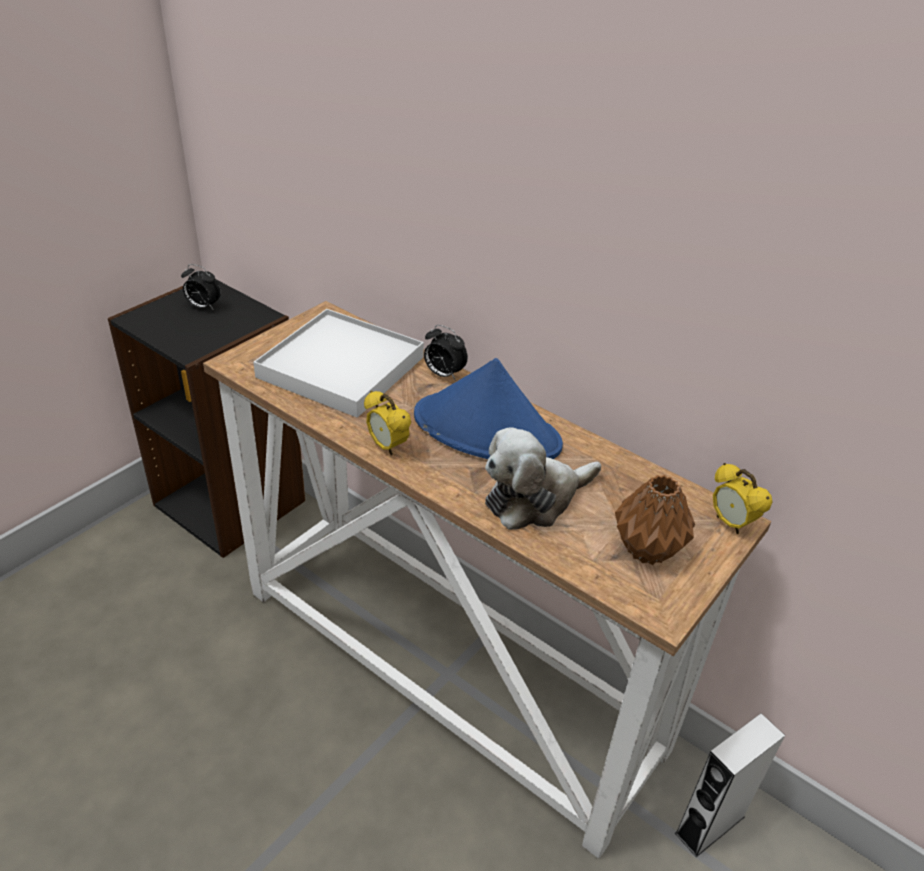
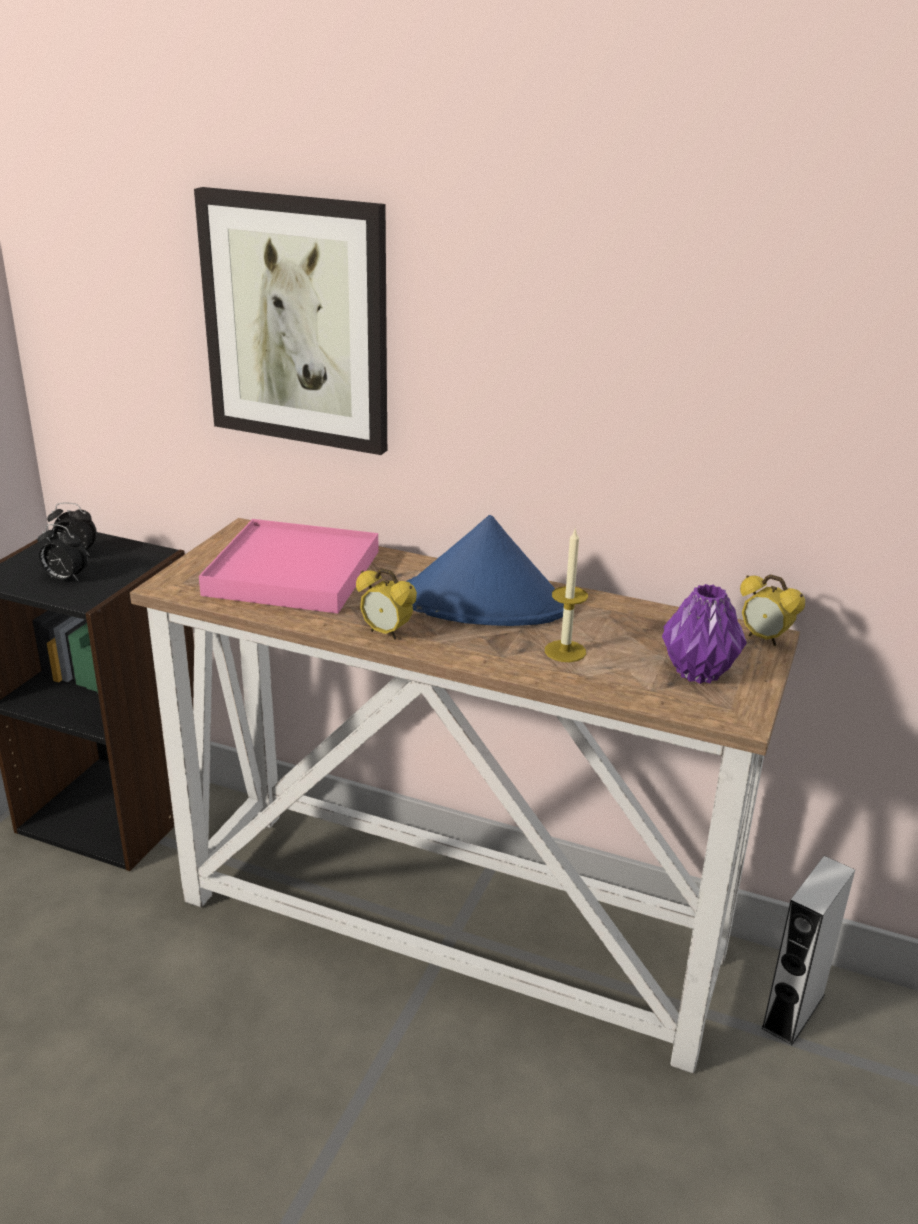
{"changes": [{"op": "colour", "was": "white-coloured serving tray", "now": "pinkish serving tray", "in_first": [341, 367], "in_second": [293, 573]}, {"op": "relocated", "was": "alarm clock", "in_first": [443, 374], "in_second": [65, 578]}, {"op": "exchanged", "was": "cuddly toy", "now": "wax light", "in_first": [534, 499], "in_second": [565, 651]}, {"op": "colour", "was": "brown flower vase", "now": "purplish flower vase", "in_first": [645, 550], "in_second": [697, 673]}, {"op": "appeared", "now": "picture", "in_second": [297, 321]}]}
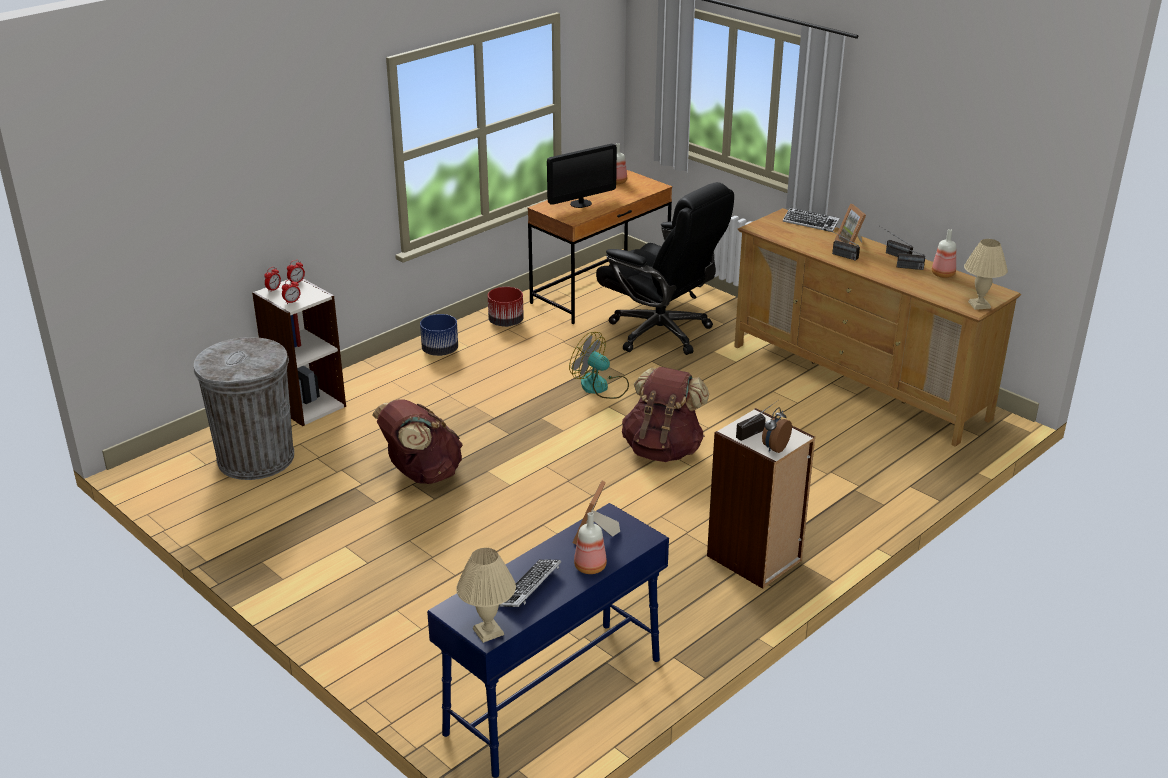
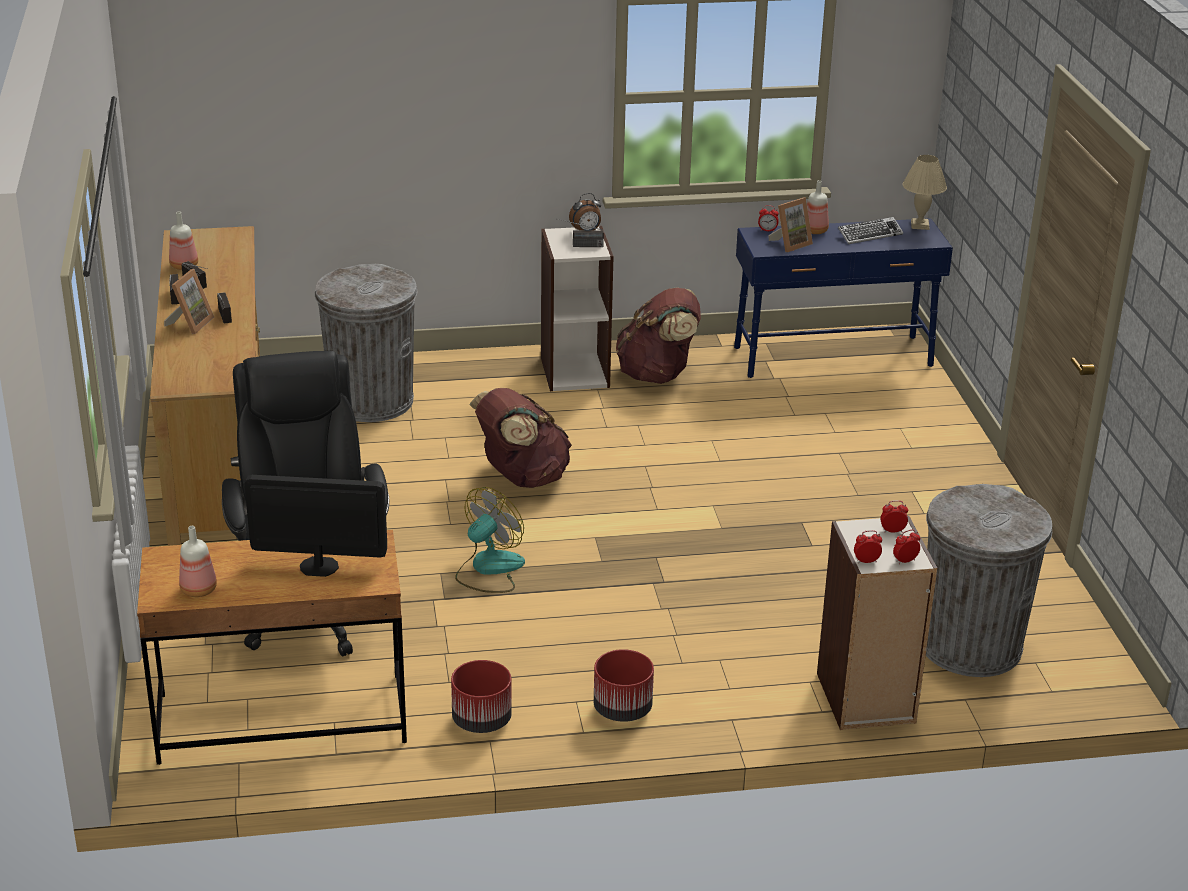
{"changes": [{"op": "missing", "was": "computer keyboard", "in_first": [810, 223]}, {"op": "missing", "was": "beige table lamp", "in_first": [979, 305]}, {"op": "colour", "was": "blue-coloured plant pot", "now": "red-coloured plant pot", "in_first": [440, 351], "in_second": [622, 710]}, {"op": "spun", "was": "fan", "in_first": [600, 387], "in_second": [489, 569], "clockwise": -120}, {"op": "relocated", "was": "brown knapsack", "in_first": [421, 474], "in_second": [658, 375]}, {"op": "appeared", "now": "alarm clock", "in_second": [767, 230]}, {"op": "appeared", "now": "greyish rubbish bin", "in_second": [371, 401]}]}
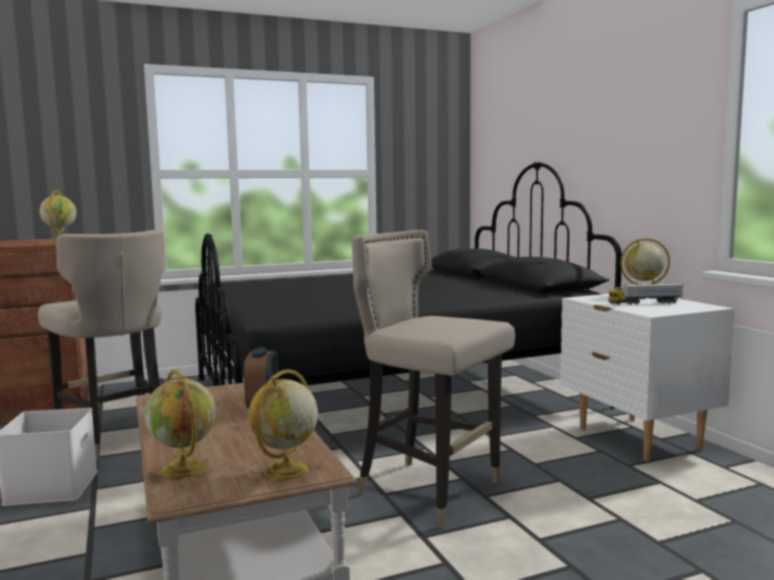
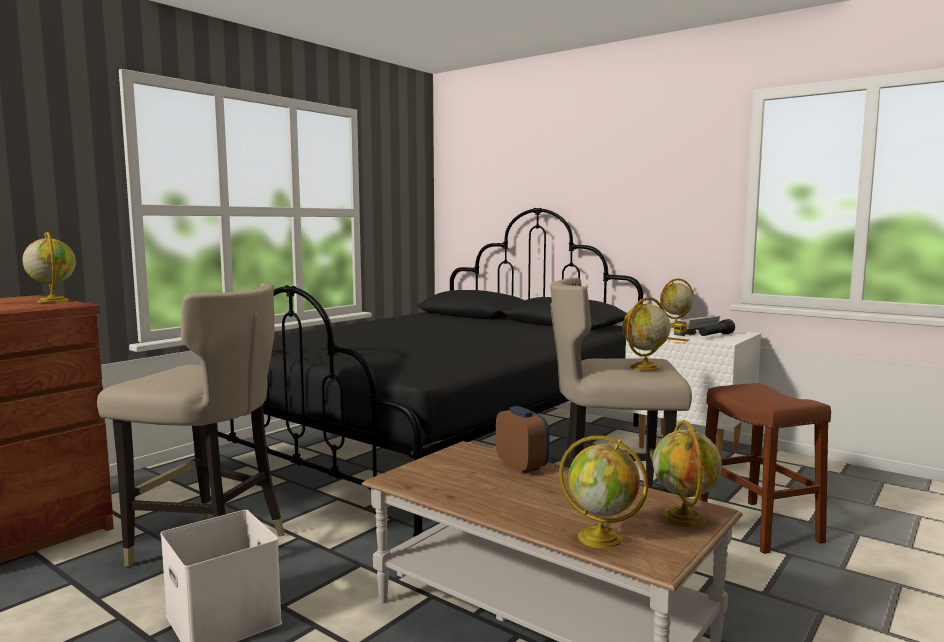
{"changes": [{"op": "appeared", "now": "globe", "in_second": [645, 367]}, {"op": "appeared", "now": "blackish torch", "in_second": [715, 336]}, {"op": "appeared", "now": "brown stool seat", "in_second": [758, 526]}]}
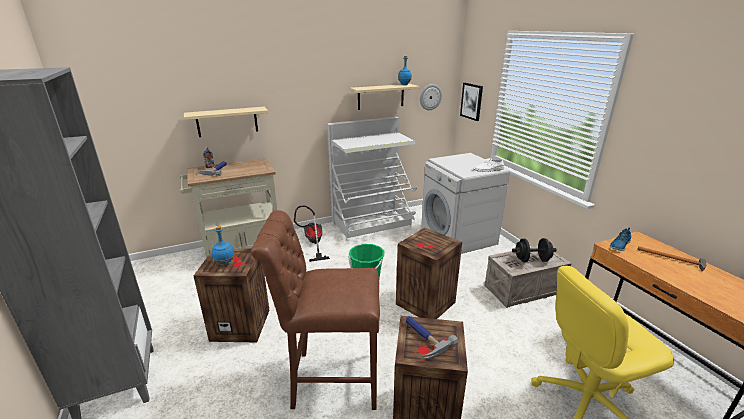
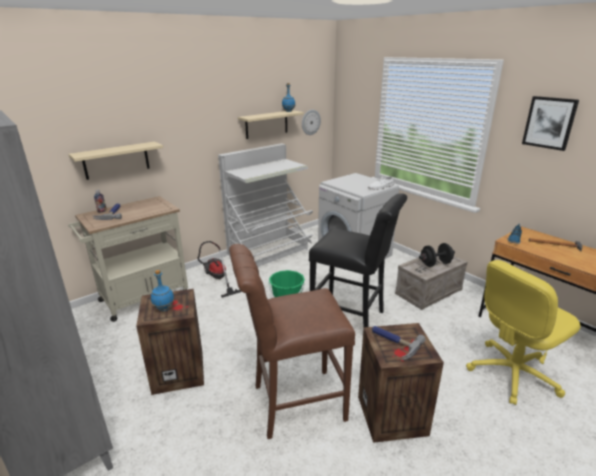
{"changes": [{"op": "relocated", "was": "picture", "in_first": [471, 101], "in_second": [549, 122]}, {"op": "exchanged", "was": "shipping crate", "now": "blackish stool seat", "in_first": [425, 304], "in_second": [351, 319]}]}
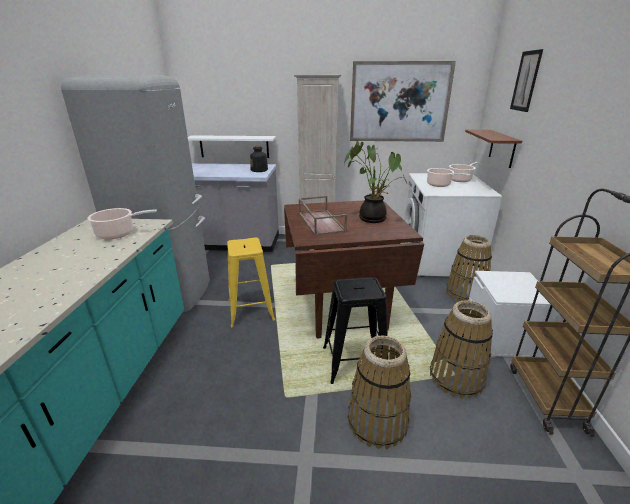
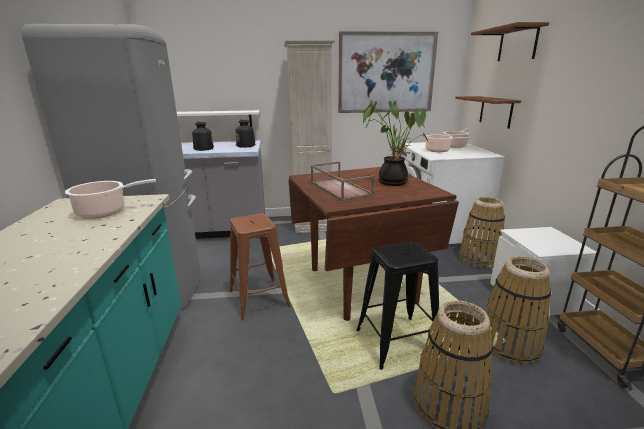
{"changes": [{"op": "exchanged", "was": "picture", "now": "brown wall shelf", "in_first": [526, 81], "in_second": [517, 44]}, {"op": "colour", "was": "yellow stool seat", "now": "brown stool seat", "in_first": [250, 310], "in_second": [258, 298]}, {"op": "appeared", "now": "bottle", "in_second": [203, 148]}]}
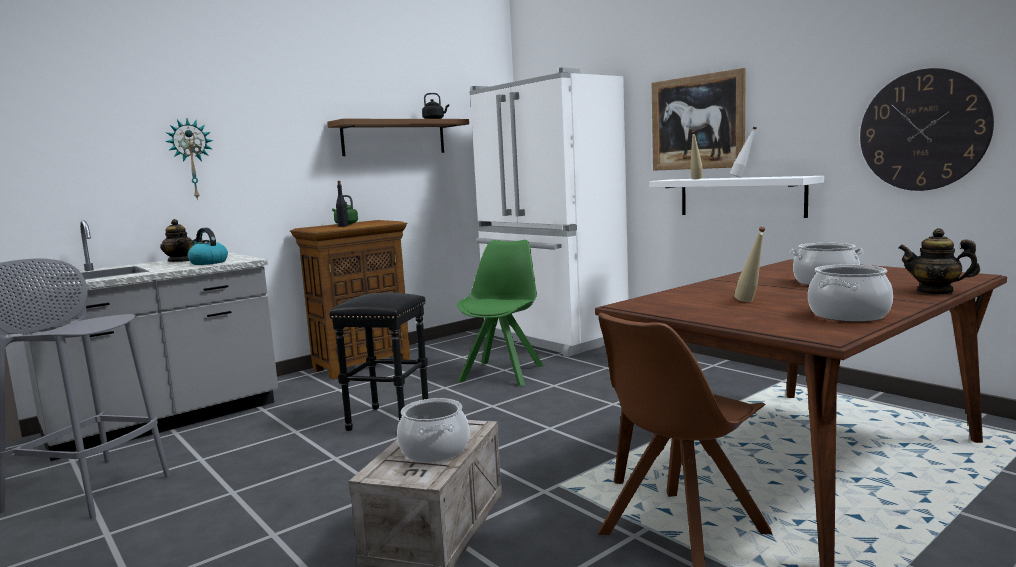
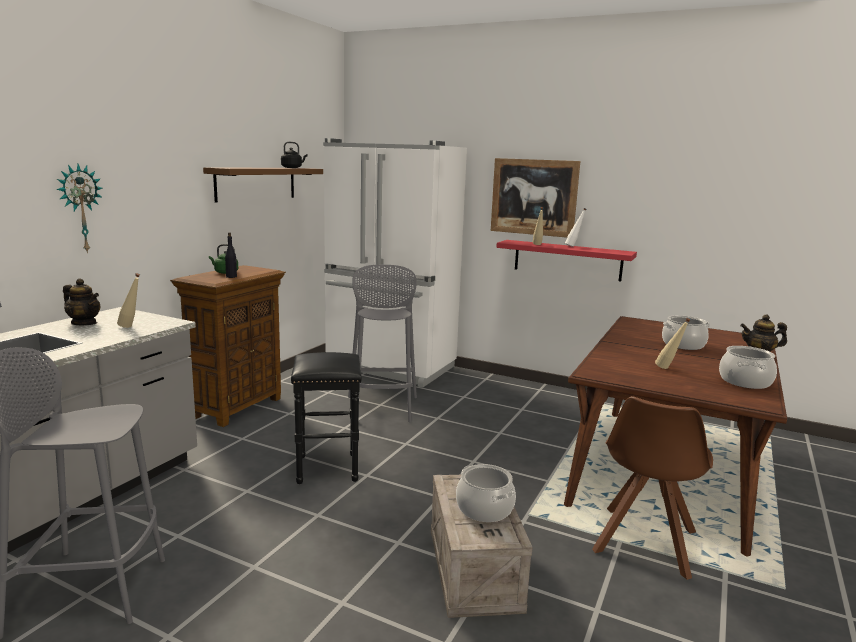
{"changes": [{"op": "missing", "was": "hanging clock", "in_first": [923, 130]}, {"op": "colour", "was": "white-coloured wall shelf", "now": "red-coloured wall shelf", "in_first": [740, 197], "in_second": [567, 260]}, {"op": "exchanged", "was": "water kettle", "now": "beige bottle", "in_first": [208, 262], "in_second": [131, 327]}, {"op": "exchanged", "was": "greenish chair", "now": "greyish stool seat", "in_first": [503, 373], "in_second": [382, 408]}]}
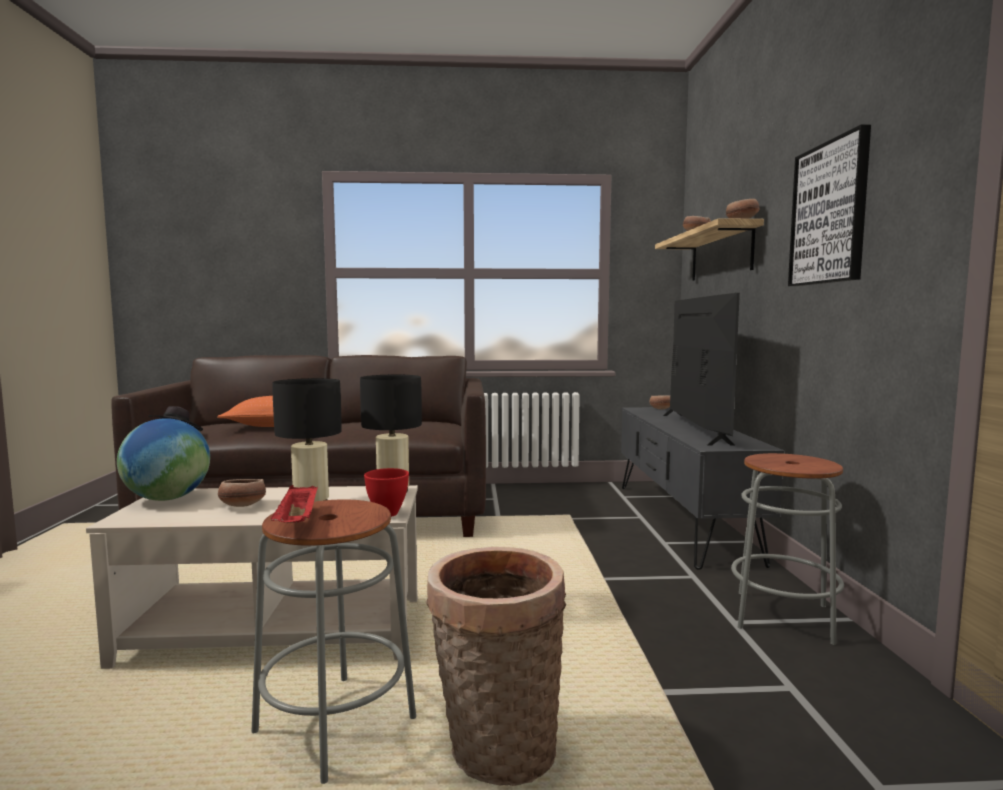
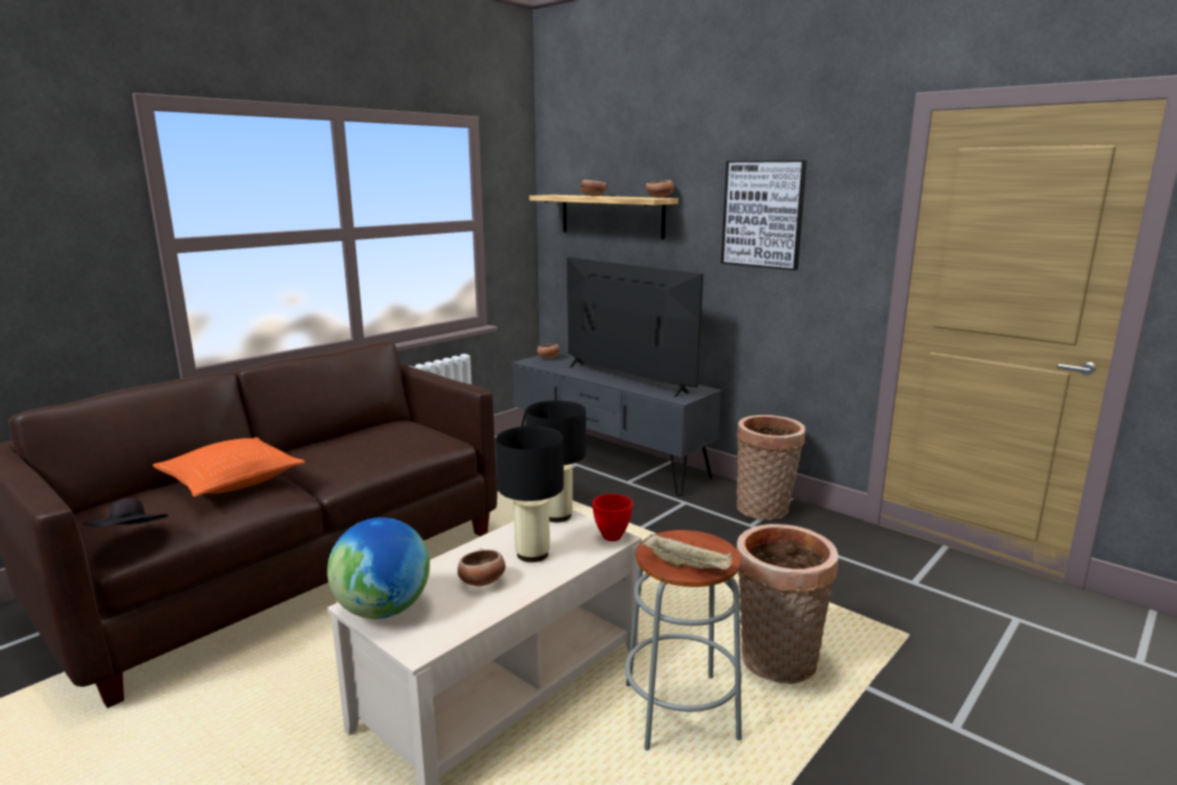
{"changes": [{"op": "exchanged", "was": "greyish stool seat", "now": "basket", "in_first": [783, 616], "in_second": [765, 510]}, {"op": "colour", "was": "red-coloured serving tray", "now": "beige serving tray", "in_first": [298, 522], "in_second": [687, 566]}]}
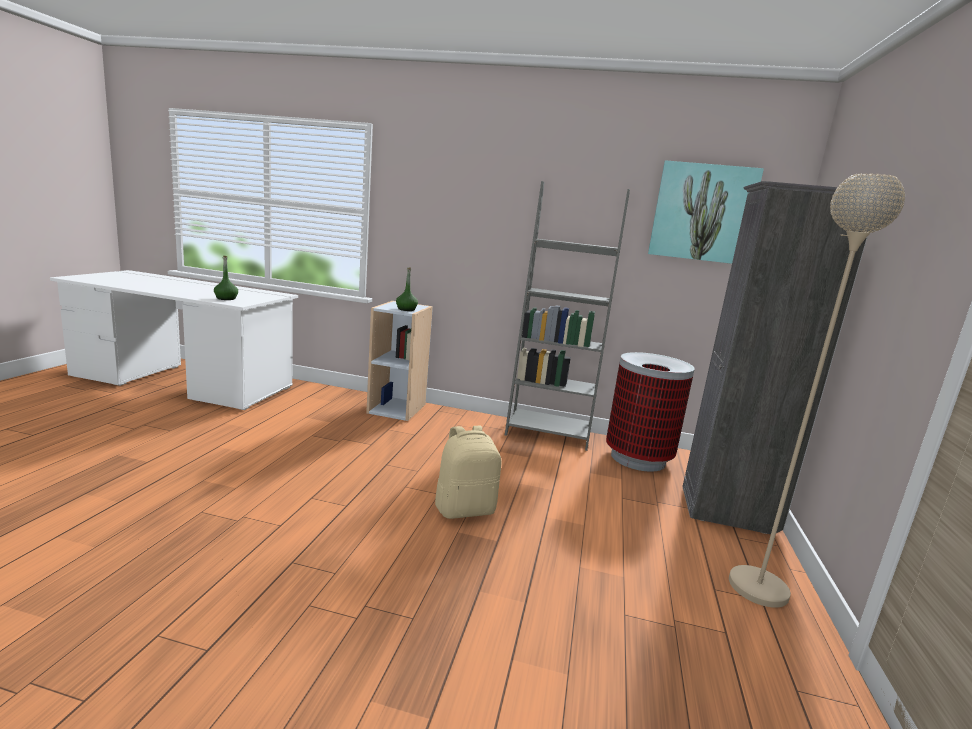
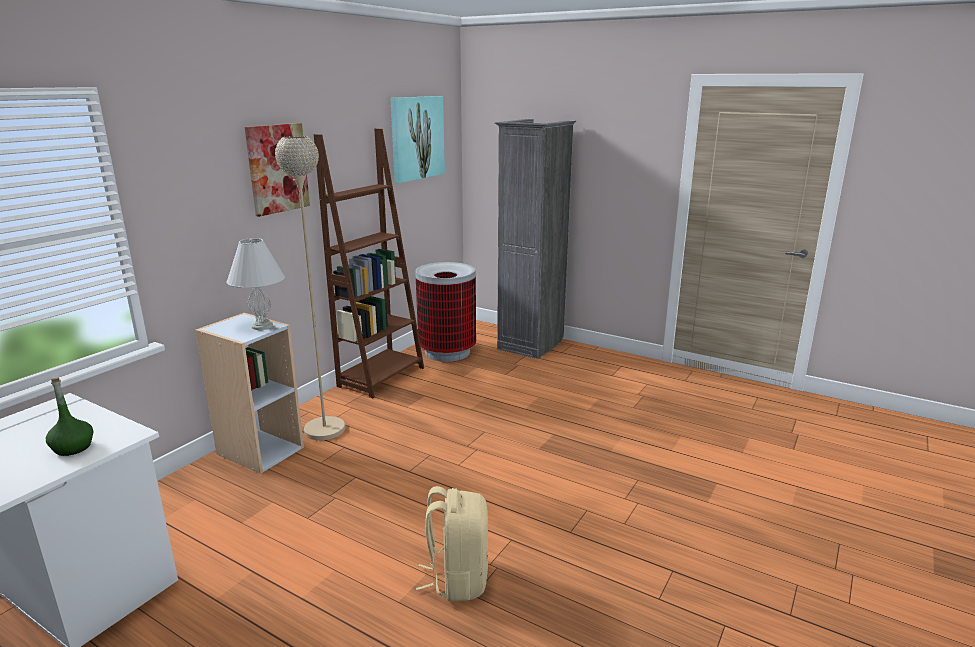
{"changes": [{"op": "relocated", "was": "beige standing lamp", "in_first": [757, 588], "in_second": [325, 430]}, {"op": "colour", "was": "greyish bookshelf", "now": "brown bookshelf", "in_first": [548, 433], "in_second": [381, 377]}, {"op": "exchanged", "was": "greenish bottle", "now": "white-coloured table lamp", "in_first": [406, 309], "in_second": [262, 326]}, {"op": "relocated", "was": "beige knapsack", "in_first": [465, 509], "in_second": [457, 578]}, {"op": "appeared", "now": "picture", "in_second": [277, 168]}]}
